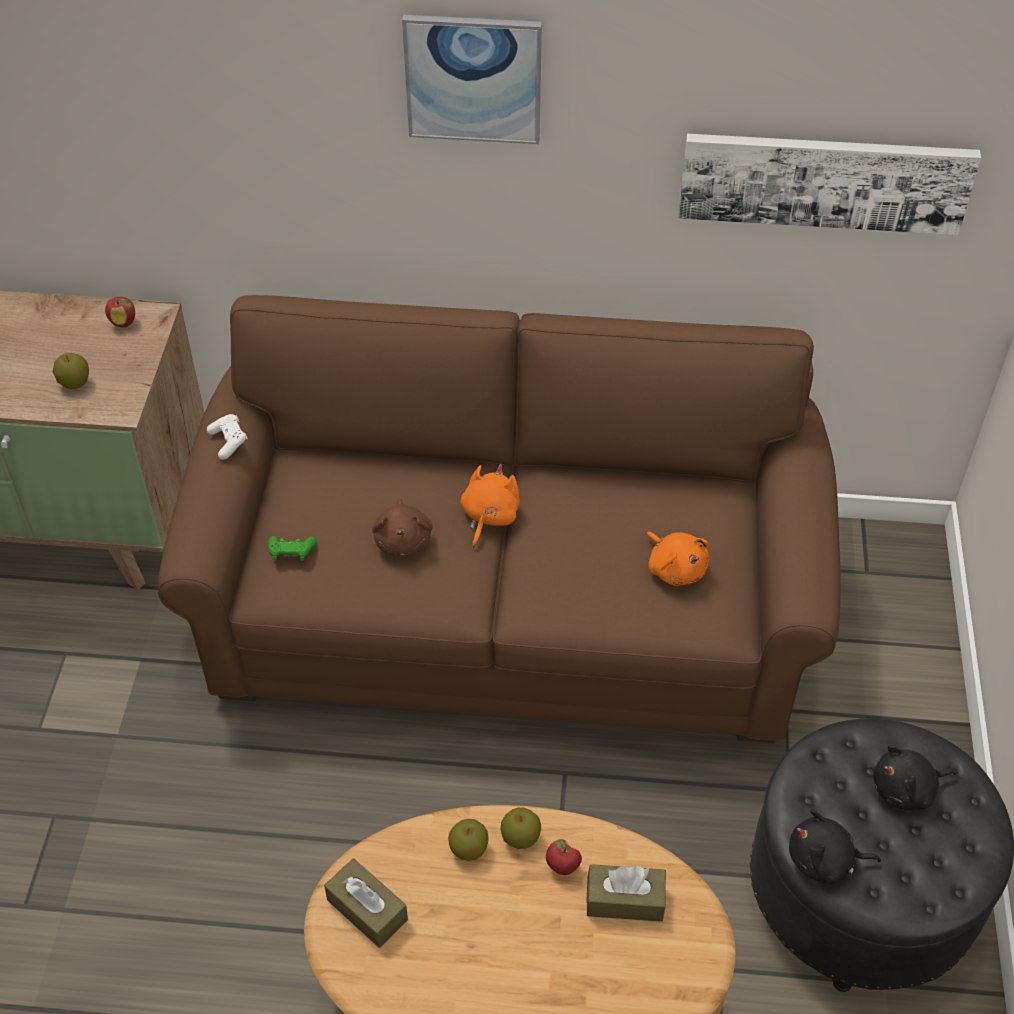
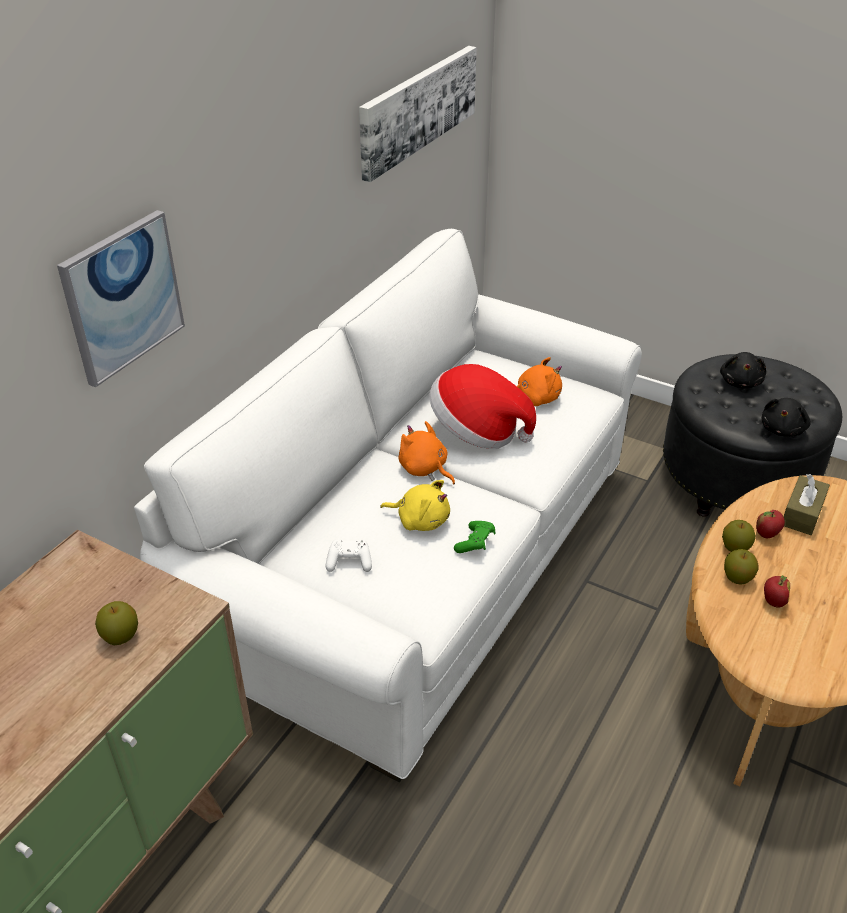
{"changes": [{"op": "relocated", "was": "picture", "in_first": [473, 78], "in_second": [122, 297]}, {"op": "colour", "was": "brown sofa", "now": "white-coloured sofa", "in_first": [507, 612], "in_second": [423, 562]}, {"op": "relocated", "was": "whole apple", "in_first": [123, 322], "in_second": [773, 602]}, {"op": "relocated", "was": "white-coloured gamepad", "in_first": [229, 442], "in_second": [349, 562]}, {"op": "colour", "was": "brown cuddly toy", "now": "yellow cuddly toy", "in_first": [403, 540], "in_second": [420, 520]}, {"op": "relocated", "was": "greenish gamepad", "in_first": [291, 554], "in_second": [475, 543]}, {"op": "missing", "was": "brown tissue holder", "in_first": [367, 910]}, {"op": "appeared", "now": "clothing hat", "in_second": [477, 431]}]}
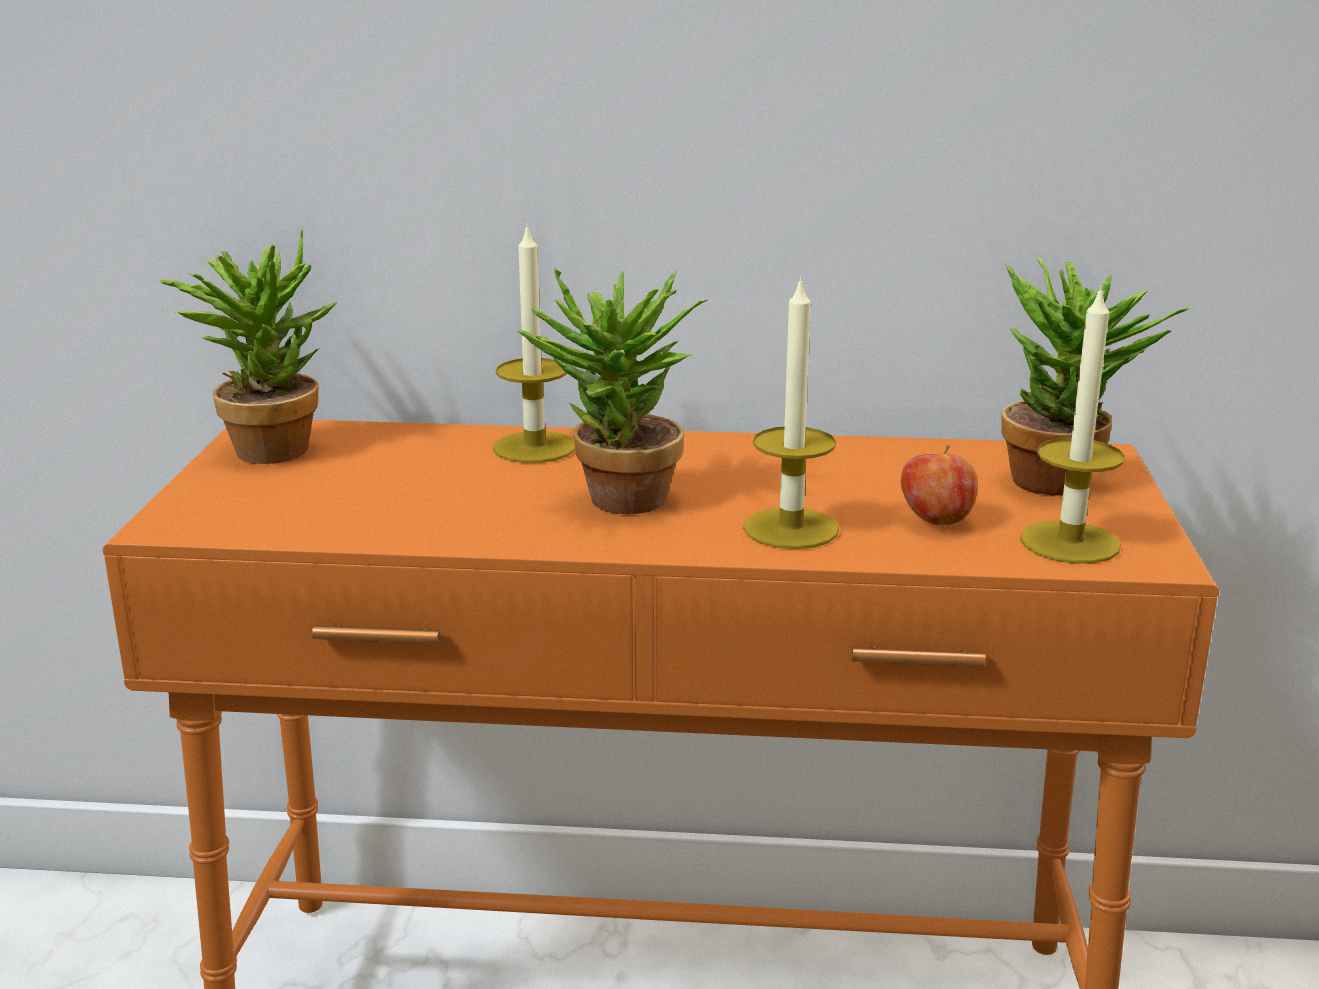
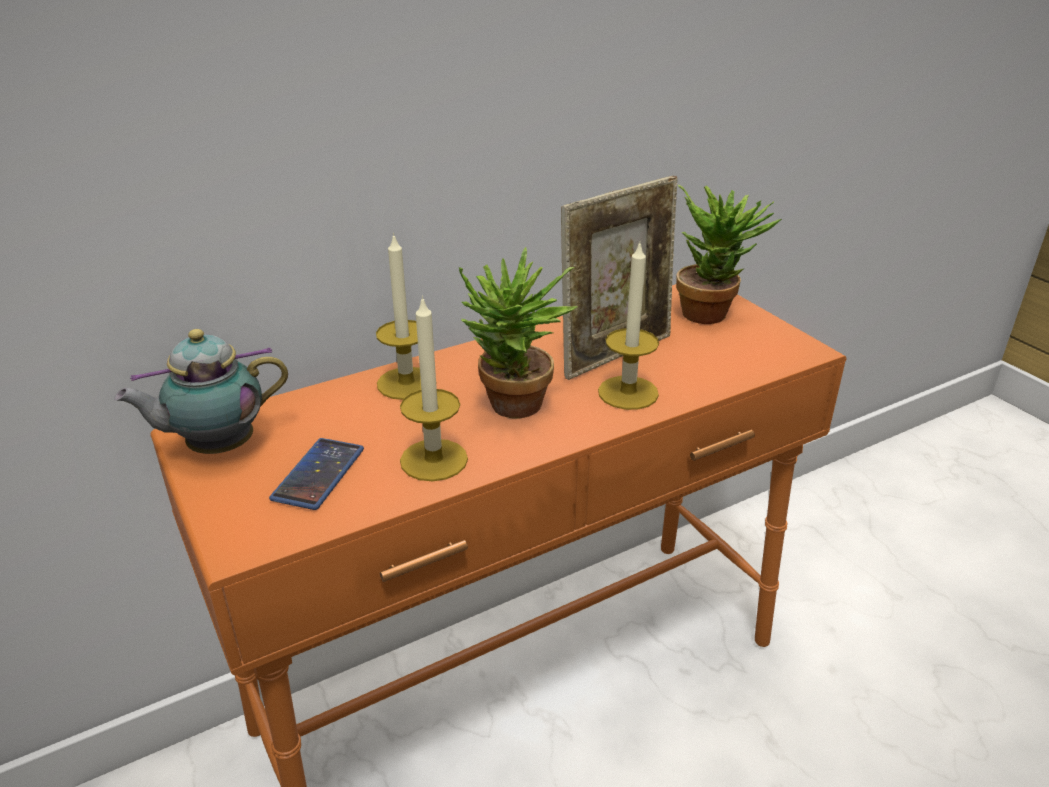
{"changes": [{"op": "exchanged", "was": "houseplant", "now": "teapot", "in_first": [267, 446], "in_second": [217, 447]}, {"op": "relocated", "was": "wax light", "in_first": [1070, 542], "in_second": [434, 460]}, {"op": "missing", "was": "whole apple", "in_first": [936, 521]}, {"op": "appeared", "now": "picture frame", "in_second": [616, 353]}, {"op": "appeared", "now": "telephone", "in_second": [318, 474]}]}
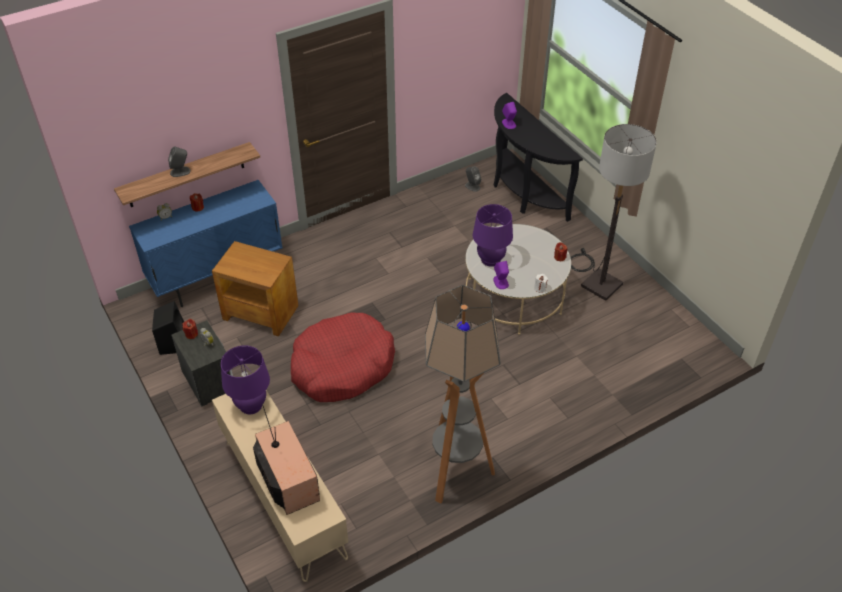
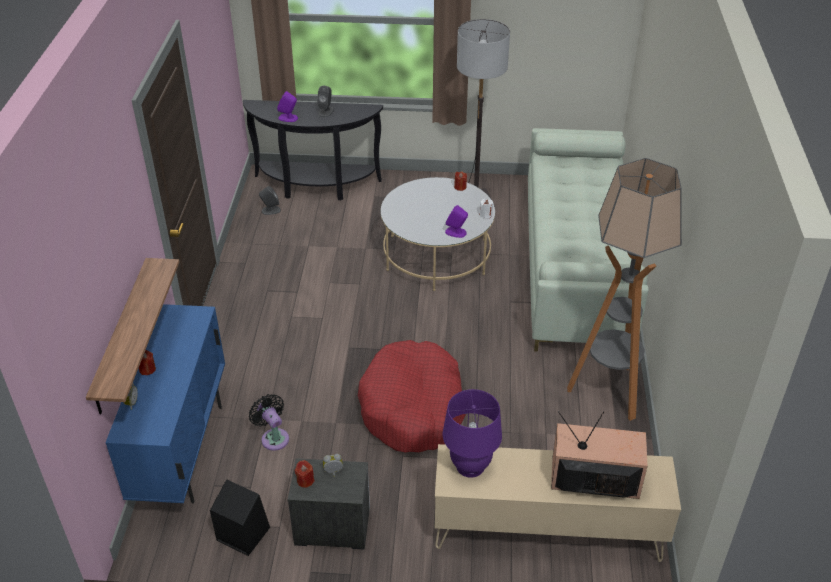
{"changes": [{"op": "relocated", "was": "greyish speaker", "in_first": [180, 172], "in_second": [326, 111]}, {"op": "missing", "was": "purplish table lamp", "in_first": [491, 259]}, {"op": "exchanged", "was": "brown end table", "now": "blackish fan", "in_first": [260, 312], "in_second": [273, 437]}, {"op": "appeared", "now": "white-coloured sofa", "in_second": [576, 265]}]}
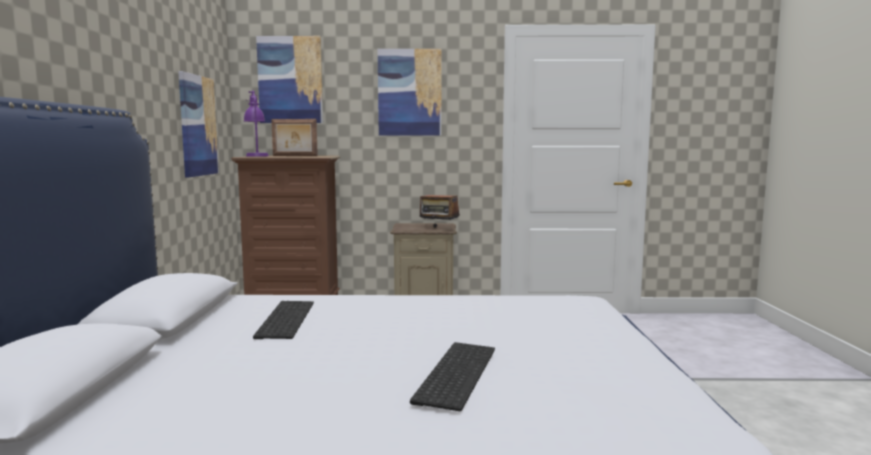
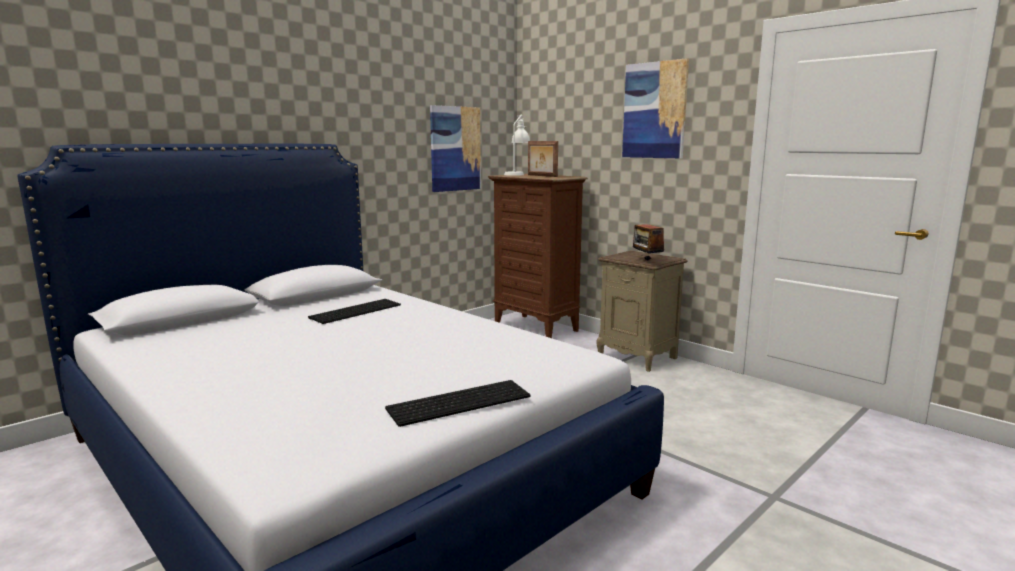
{"changes": [{"op": "missing", "was": "picture", "in_first": [290, 80]}, {"op": "colour", "was": "purplish table lamp", "now": "white-coloured table lamp", "in_first": [256, 156], "in_second": [517, 174]}, {"op": "relocated", "was": "computer keyboard", "in_first": [454, 372], "in_second": [459, 401]}]}
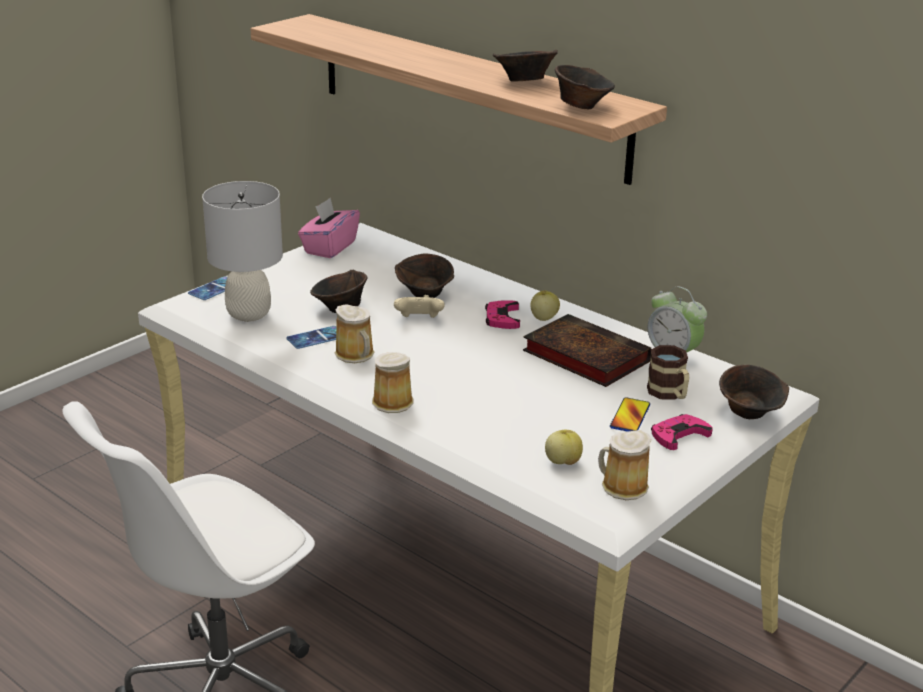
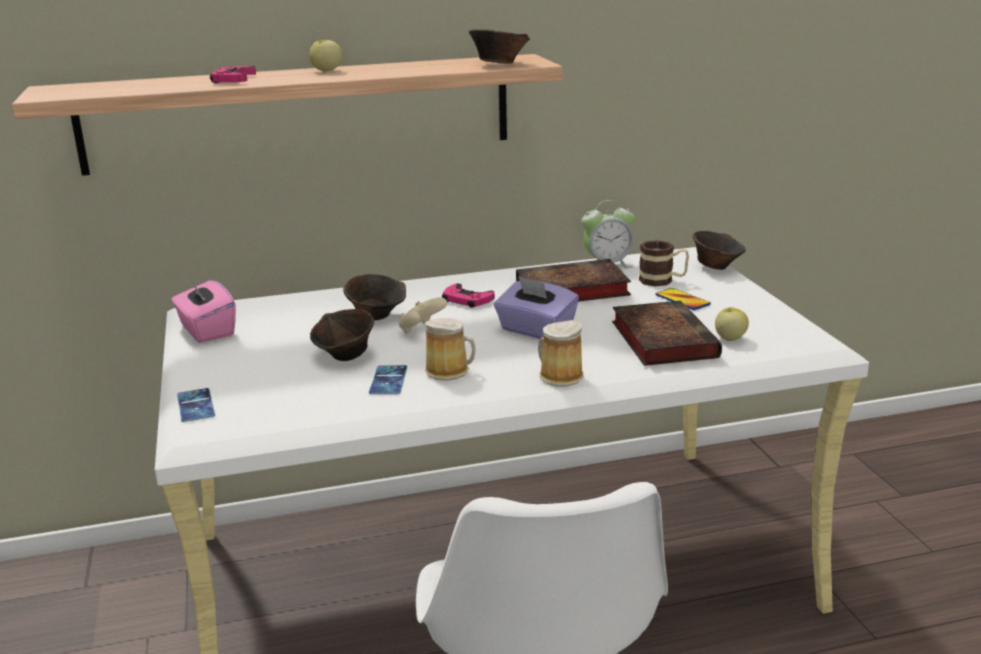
{"changes": [{"op": "missing", "was": "brown serving bowl", "in_first": [523, 82]}, {"op": "missing", "was": "greyish table lamp", "in_first": [250, 315]}, {"op": "relocated", "was": "whole apple", "in_first": [543, 318], "in_second": [326, 71]}, {"op": "relocated", "was": "pinkish gamepad", "in_first": [679, 436], "in_second": [233, 80]}, {"op": "missing", "was": "mug", "in_first": [621, 486]}, {"op": "appeared", "now": "purplish tissue holder", "in_second": [535, 331]}, {"op": "appeared", "now": "volume", "in_second": [661, 339]}]}
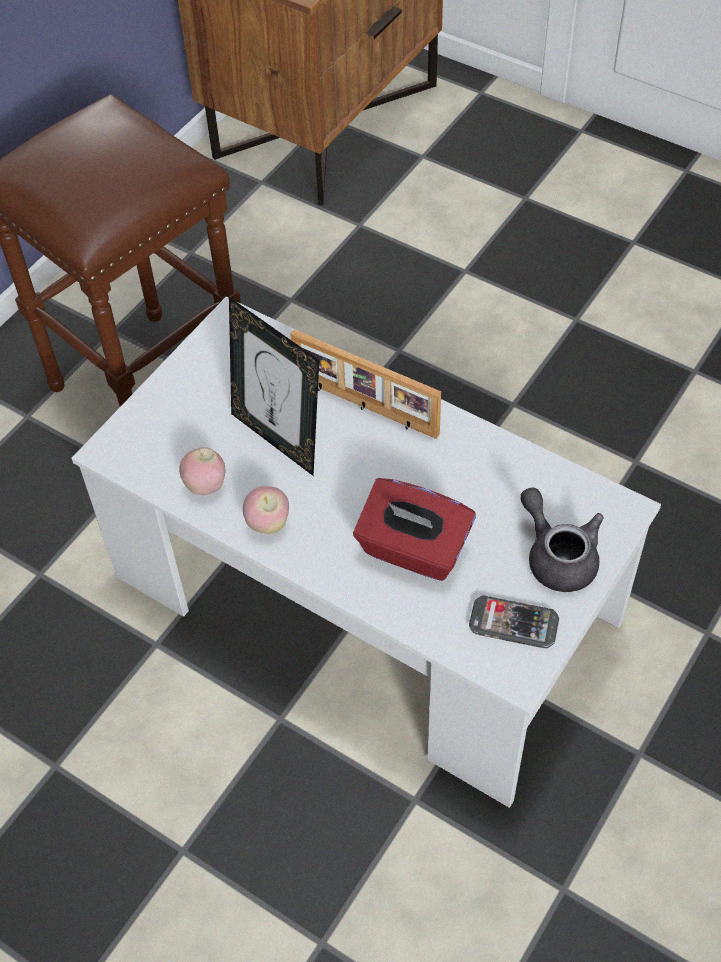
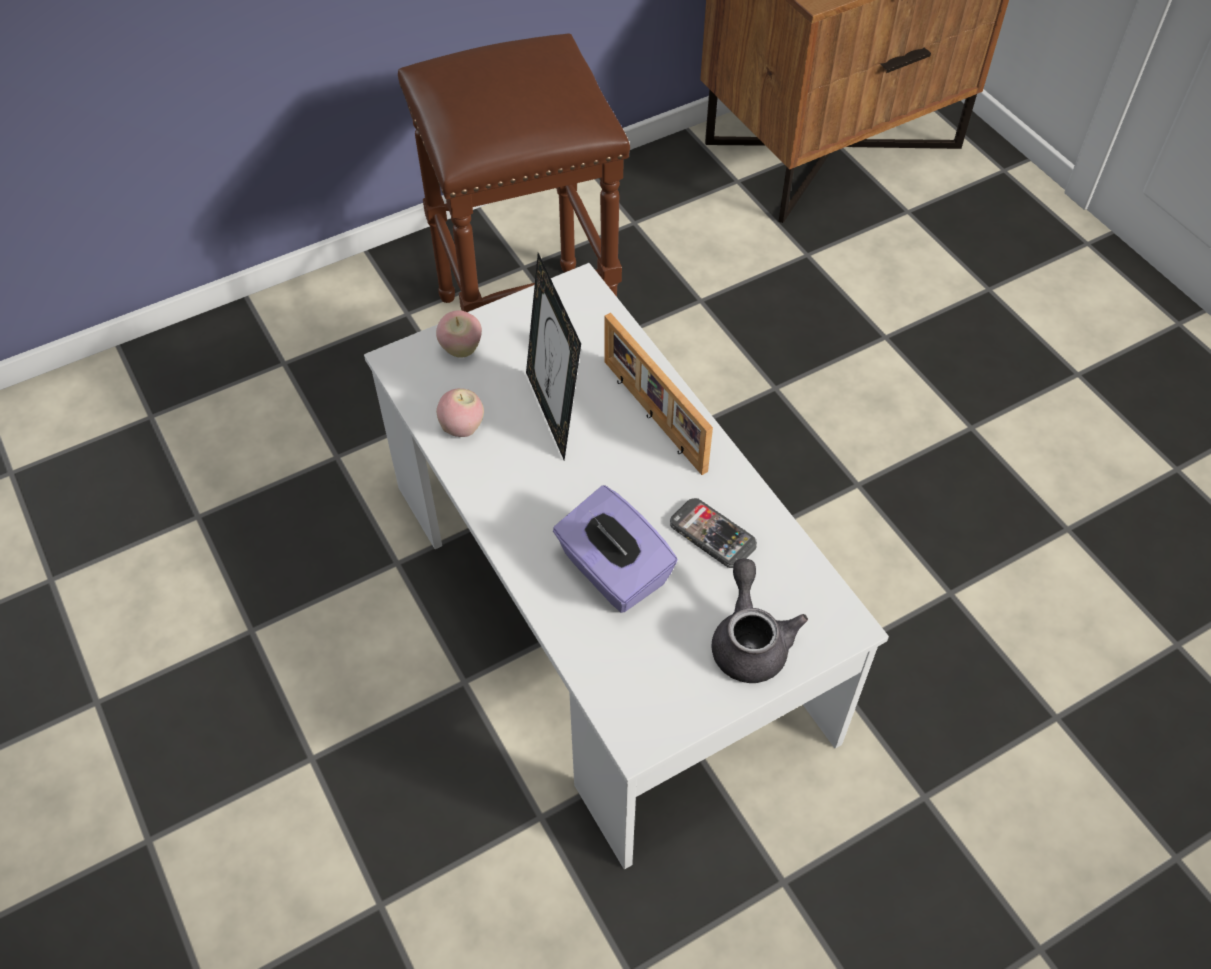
{"changes": [{"op": "colour", "was": "red-coloured tissue holder", "now": "purplish tissue holder", "in_first": [413, 550], "in_second": [613, 571]}, {"op": "relocated", "was": "whole apple", "in_first": [268, 524], "in_second": [461, 350]}, {"op": "relocated", "was": "telephone", "in_first": [513, 623], "in_second": [712, 534]}]}
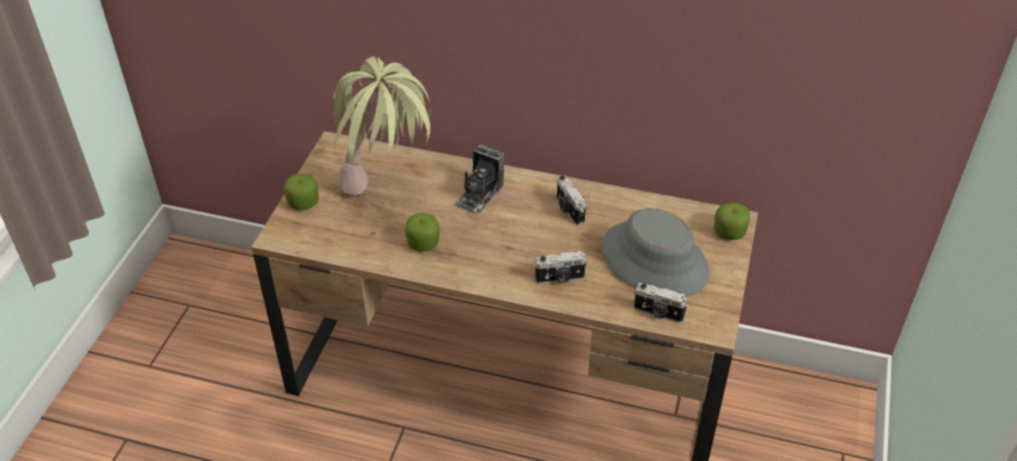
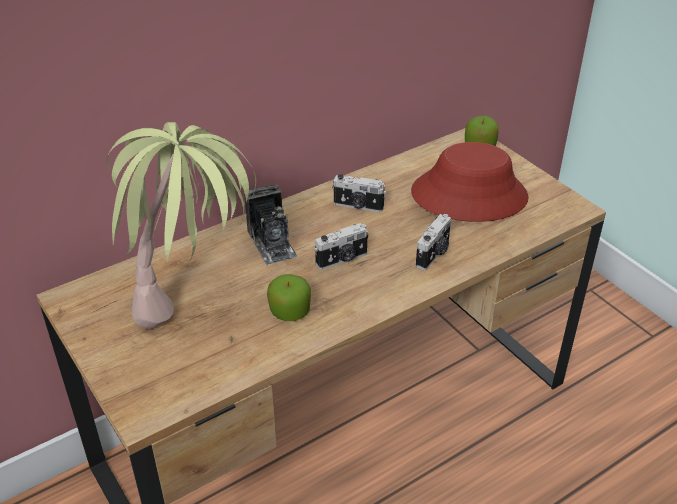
{"changes": [{"op": "missing", "was": "whole apple", "in_first": [303, 203]}, {"op": "colour", "was": "greyish clothing hat", "now": "red-coloured clothing hat", "in_first": [655, 260], "in_second": [469, 195]}, {"op": "relocated", "was": "photo camera", "in_first": [658, 313], "in_second": [342, 259]}]}
